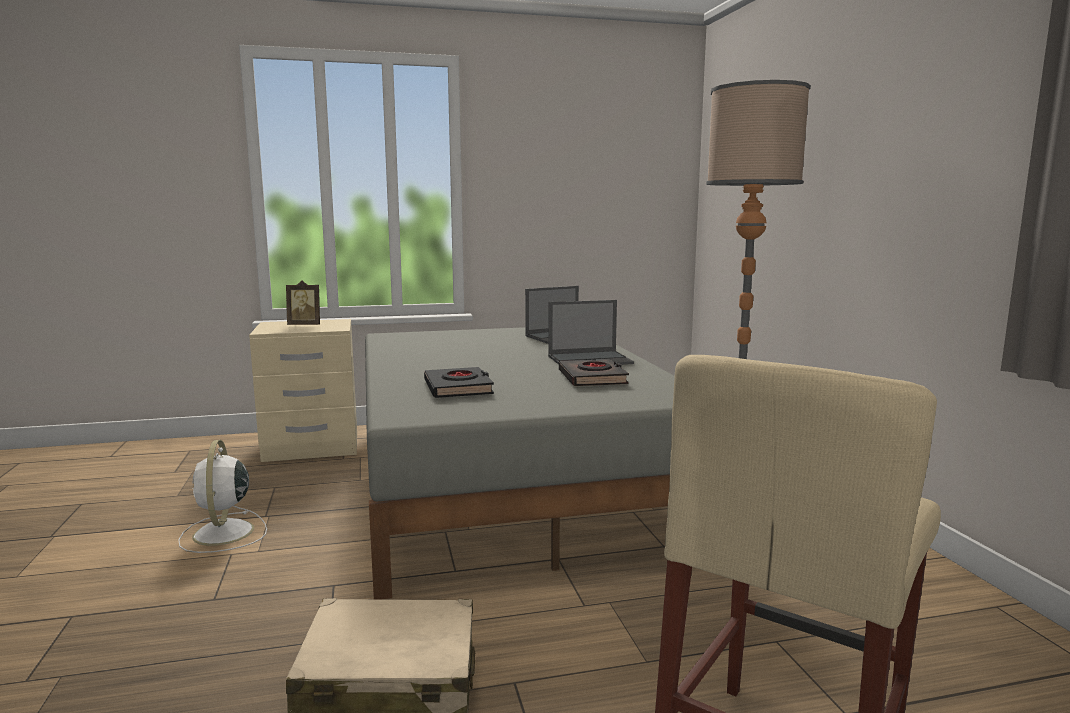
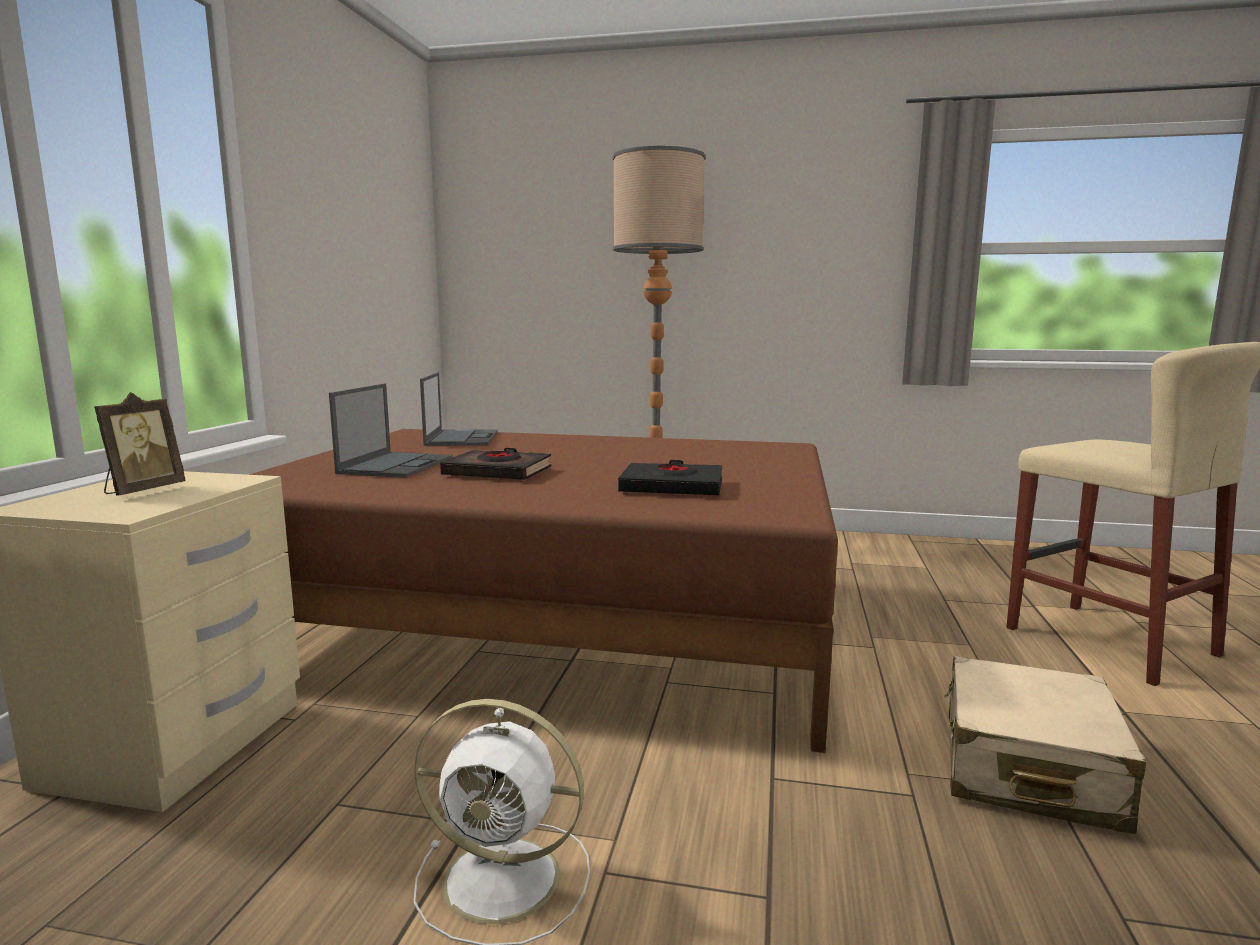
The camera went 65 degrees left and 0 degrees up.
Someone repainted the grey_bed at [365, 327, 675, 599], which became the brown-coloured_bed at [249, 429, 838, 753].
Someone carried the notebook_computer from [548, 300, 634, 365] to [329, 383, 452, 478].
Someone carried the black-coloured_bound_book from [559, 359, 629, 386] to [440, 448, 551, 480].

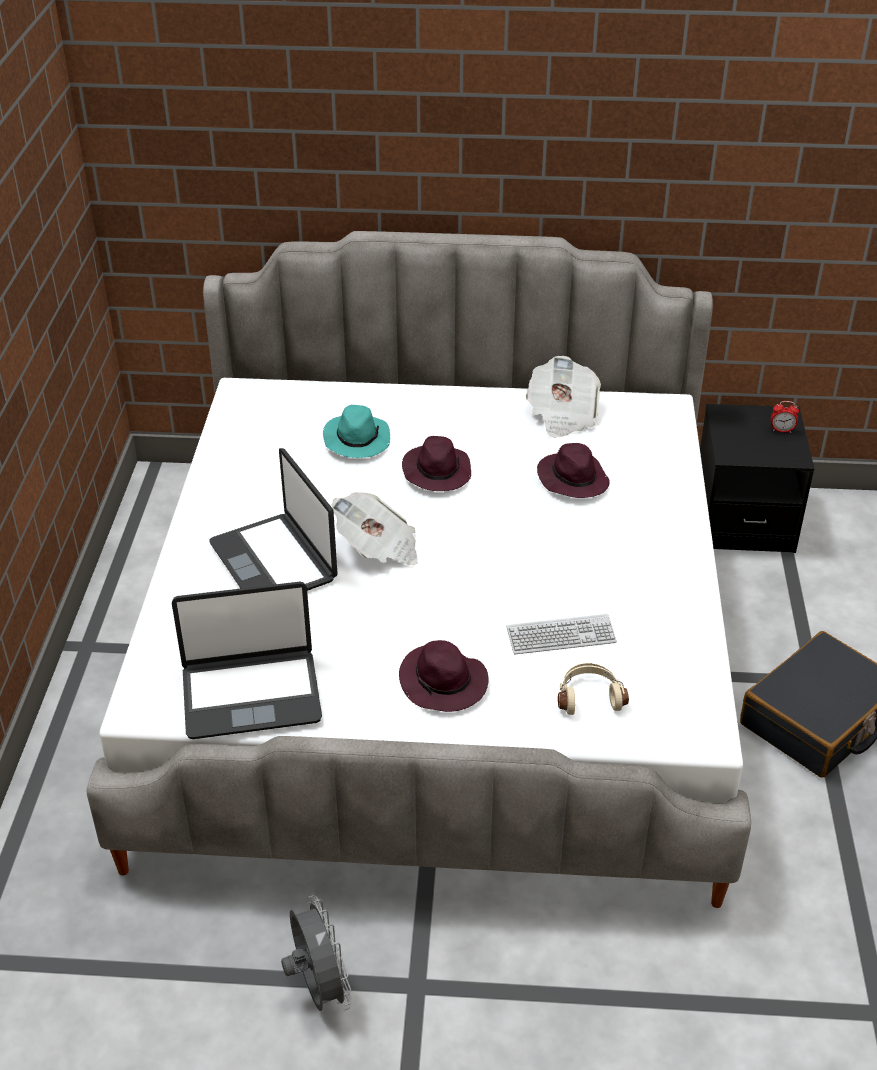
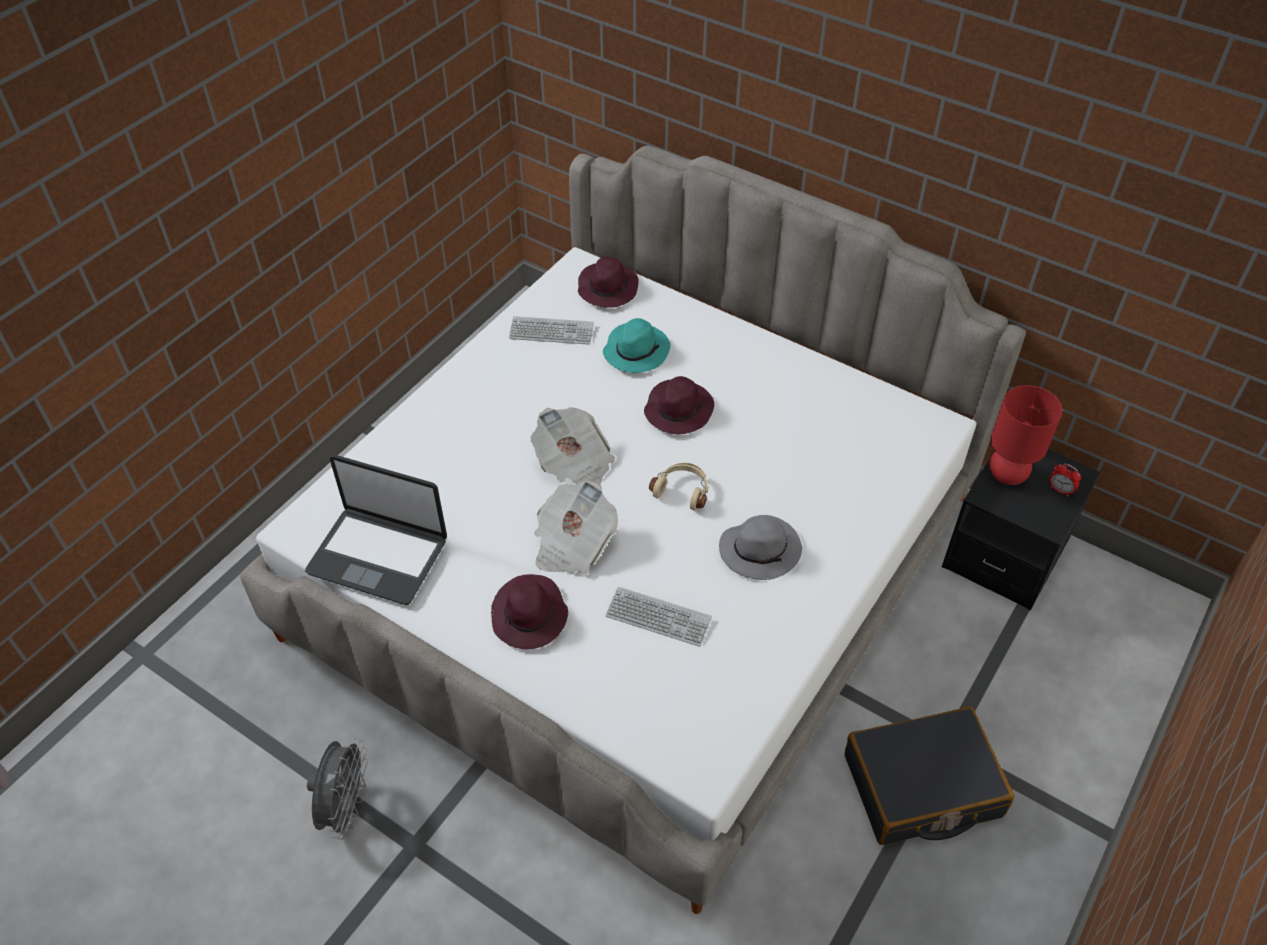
The camera went 30 degrees right and 10 degrees up.
Someone put down the computer_keyboard at [509, 316, 594, 344].
Someone carried the printed_paper from [526, 356, 601, 438] to [534, 481, 618, 575].
Someone carried the purple-coloured_wearable_hat from [537, 443, 609, 498] to [578, 256, 639, 308].
Someone carried the sand-coloured_headset from [558, 663, 629, 715] to [649, 463, 709, 511].
Someone put down the grey_wearable_hat at [719, 515, 802, 580].
Someone put down the red_lamp_for_a_table at [989, 385, 1062, 485].
Someone took away the notebook_computer at [209, 448, 337, 591].

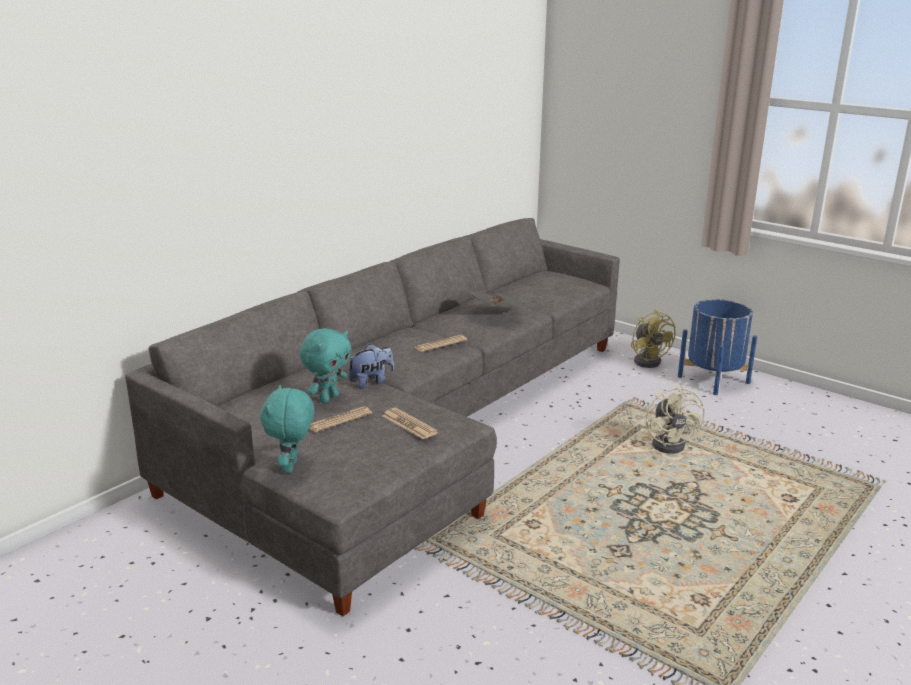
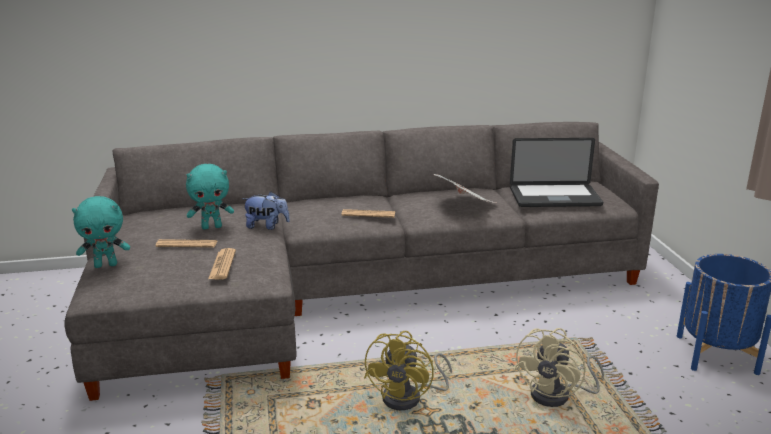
The camera went 40 degrees right and 0 degrees up.
Someone rotated the blue-green_cuddly_toy at [260, 385, 314, 473] by 150 degrees counterclockwise.
Someone carried the yellow-coloured_electric_fan from [631, 310, 675, 368] to [364, 331, 452, 410].
Someone put down the notebook_computer at [510, 138, 603, 207].

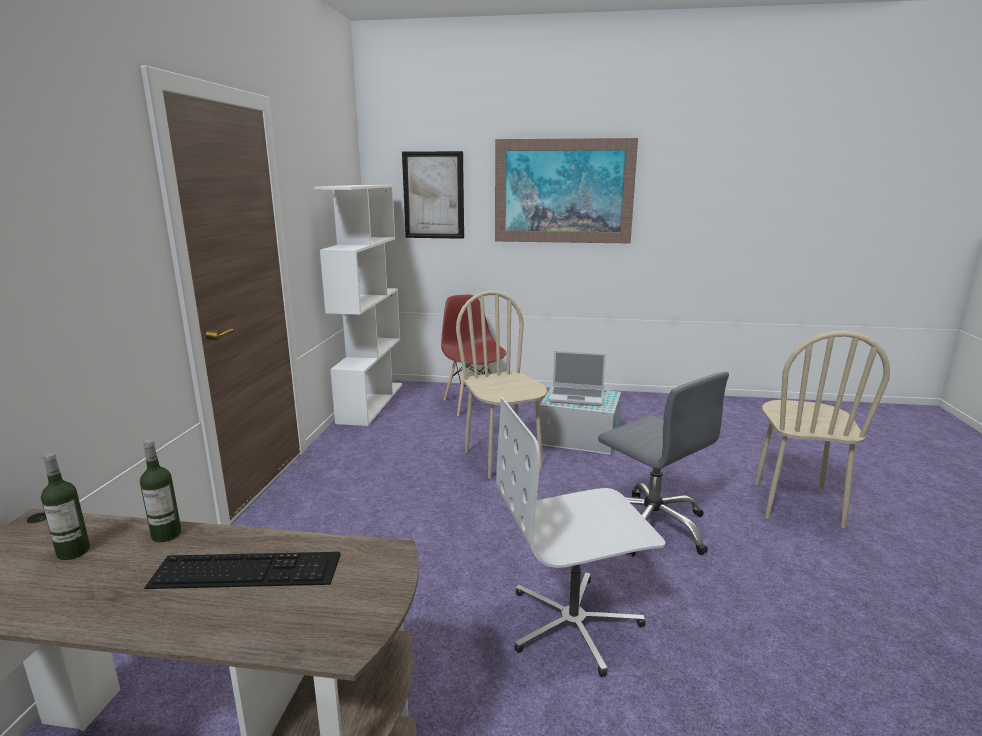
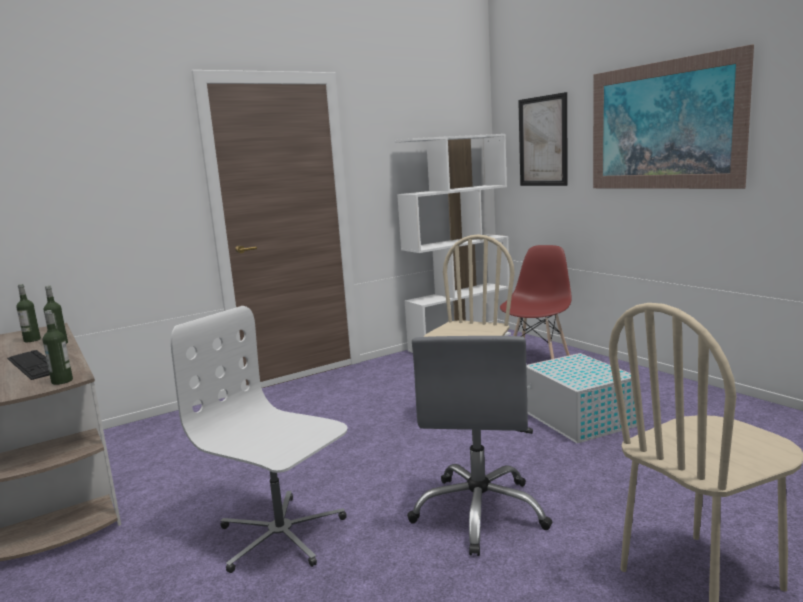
The camera went 50 degrees right and 5 degrees down.
Someone put down the bottle at [42, 310, 73, 385].
Someone took away the notebook_computer at [549, 351, 606, 406].

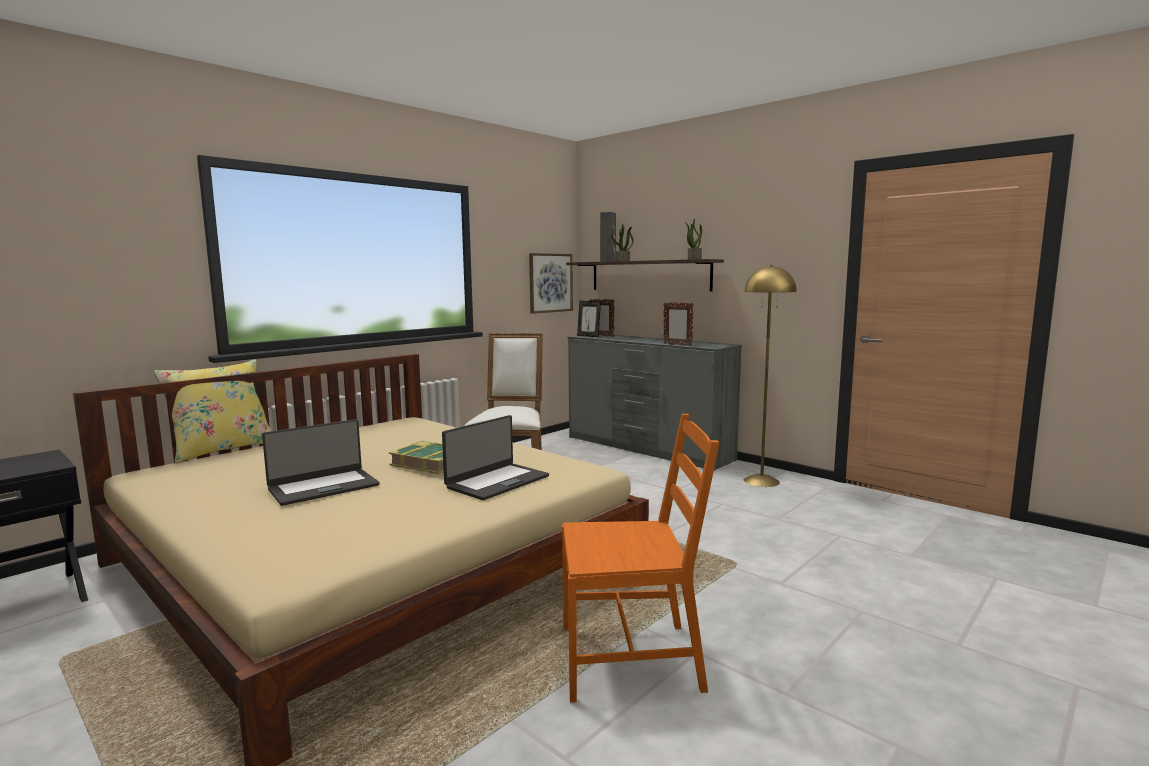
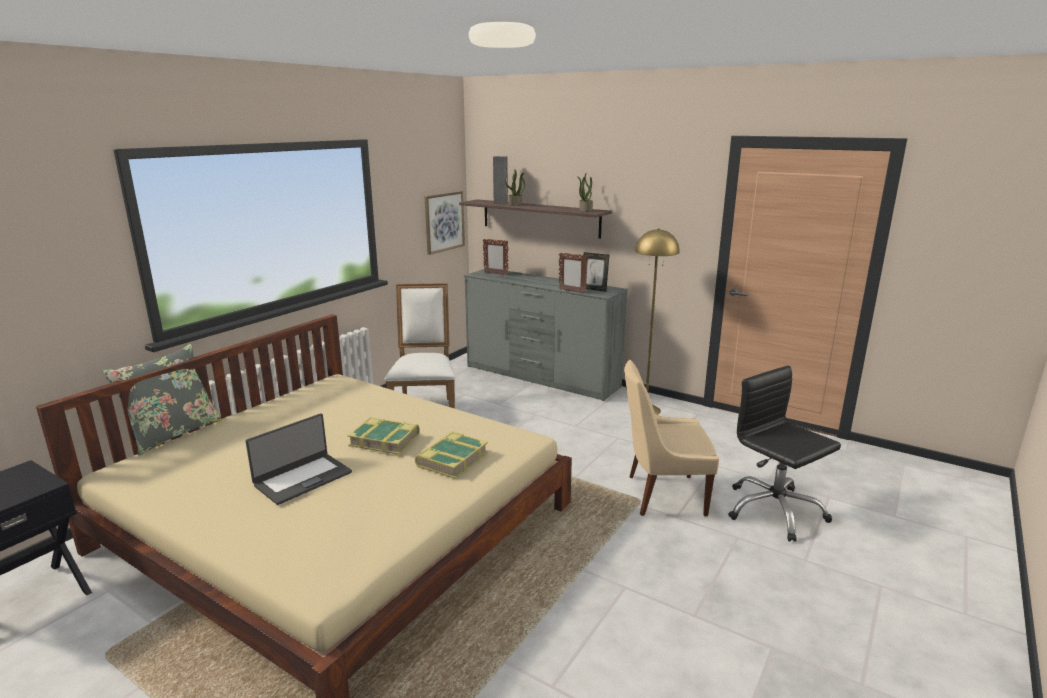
The camera went 10 degrees left and 10 degrees up.
Someone repainted the yellow-coloured_cushion at [153, 360, 271, 463], which became the grey_cushion at [103, 344, 222, 456].
Someone swapped the notebook_computer at [442, 415, 549, 500] for the bound_book at [415, 431, 488, 479].
Someone carried the photo_frame from [577, 301, 601, 337] to [583, 252, 609, 292].
Someone put down the sand-coloured_upright_chair at [624, 360, 719, 516].
Someone put down the black-coloured_office_chair at [728, 365, 841, 542].
Someone took away the orange-coloured_upright_chair at [562, 414, 720, 703].

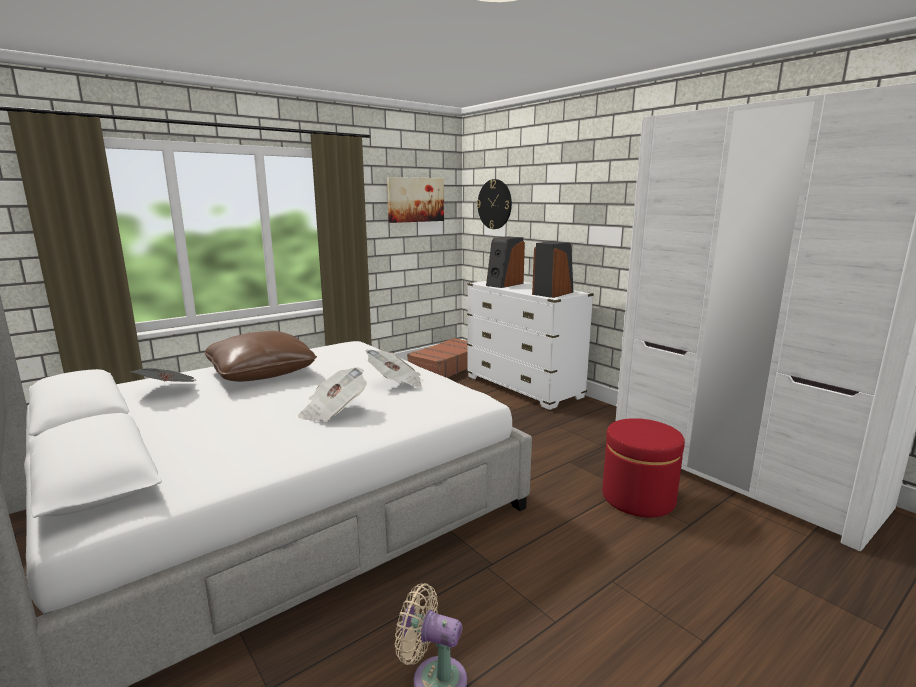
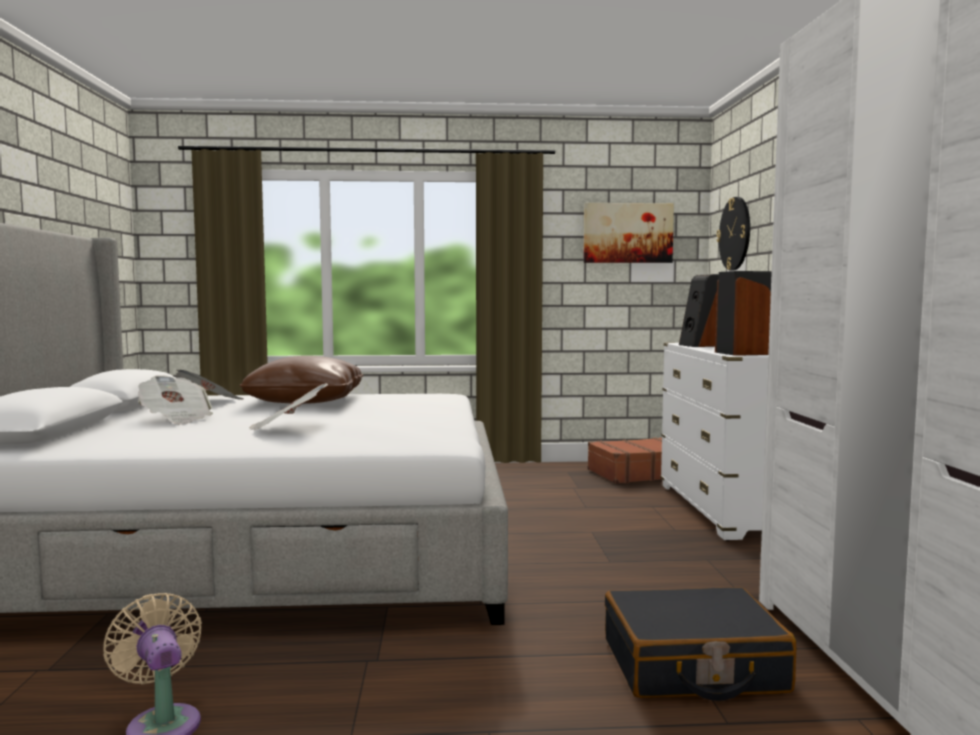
The camera went 35 degrees right and 10 degrees down.
Someone carried the printed_paper from [366, 349, 422, 388] to [138, 375, 213, 425].
Someone swapped the red_footrest at [602, 418, 685, 517] for the black-coloured_travel_case at [605, 587, 796, 701].

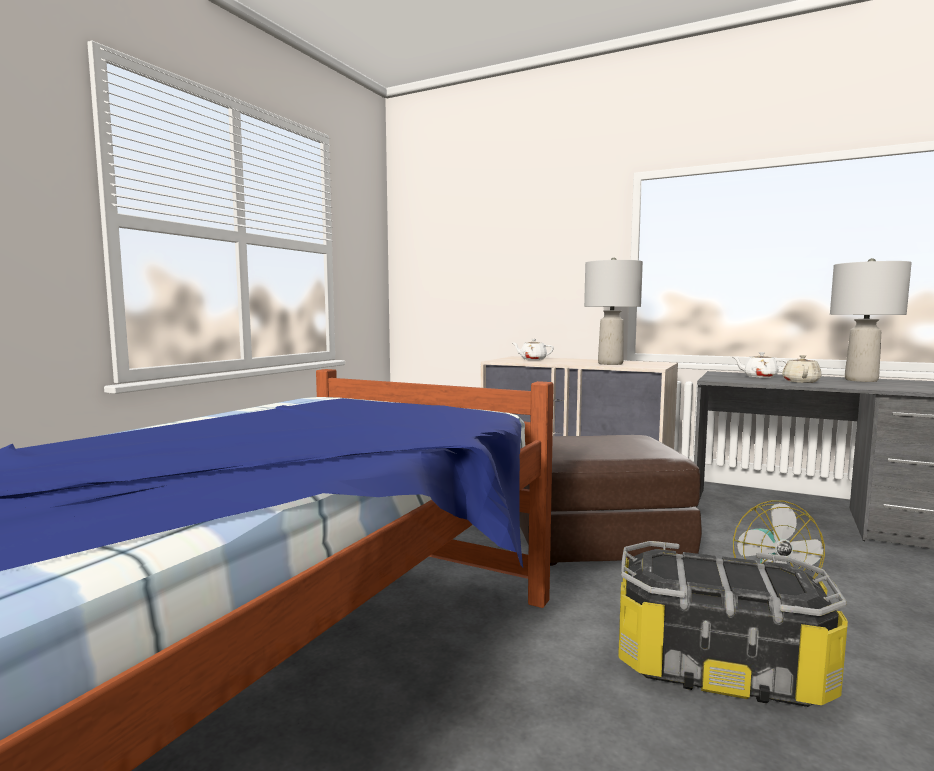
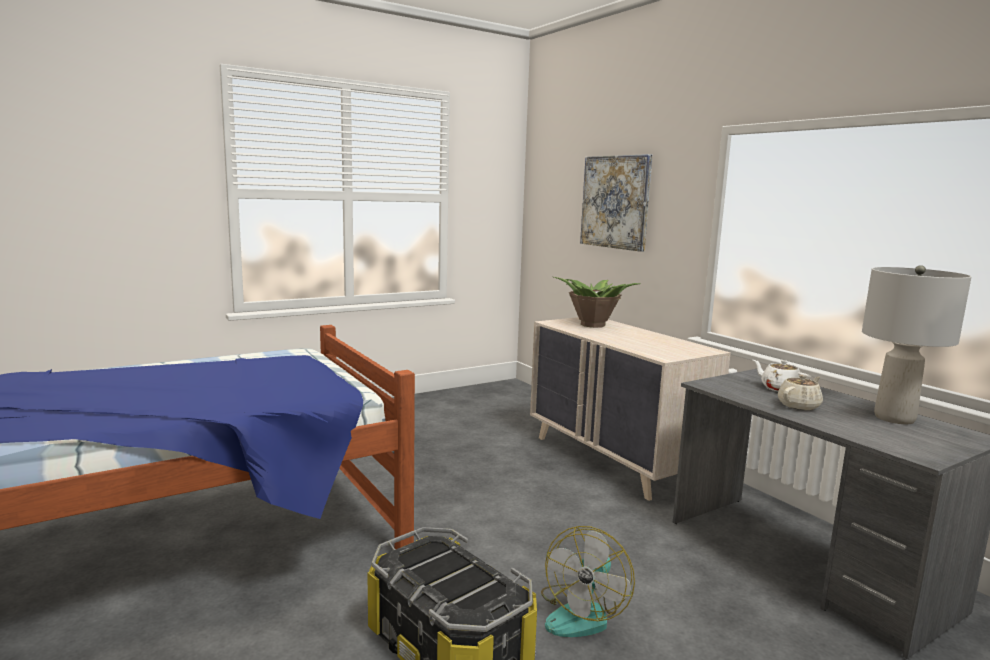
The camera went 30 degrees right and 5 degrees up.
Someone swapped the white-coloured_tea_pot at [513, 339, 554, 360] for the houseplant at [554, 277, 641, 328].
Someone put up the wall_art at [580, 154, 652, 252].
Someone took away the brown-coloured_footrest at [519, 435, 702, 566].
Someone took away the grey_lamp_for_a_table at [584, 258, 643, 365].

